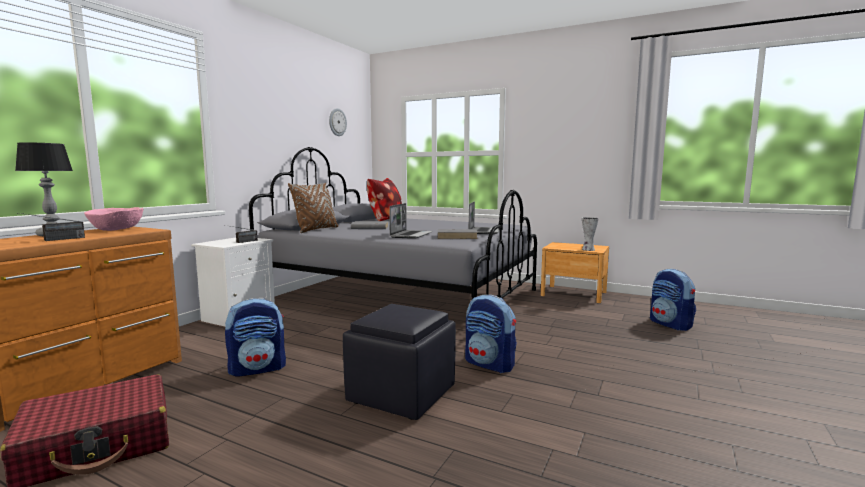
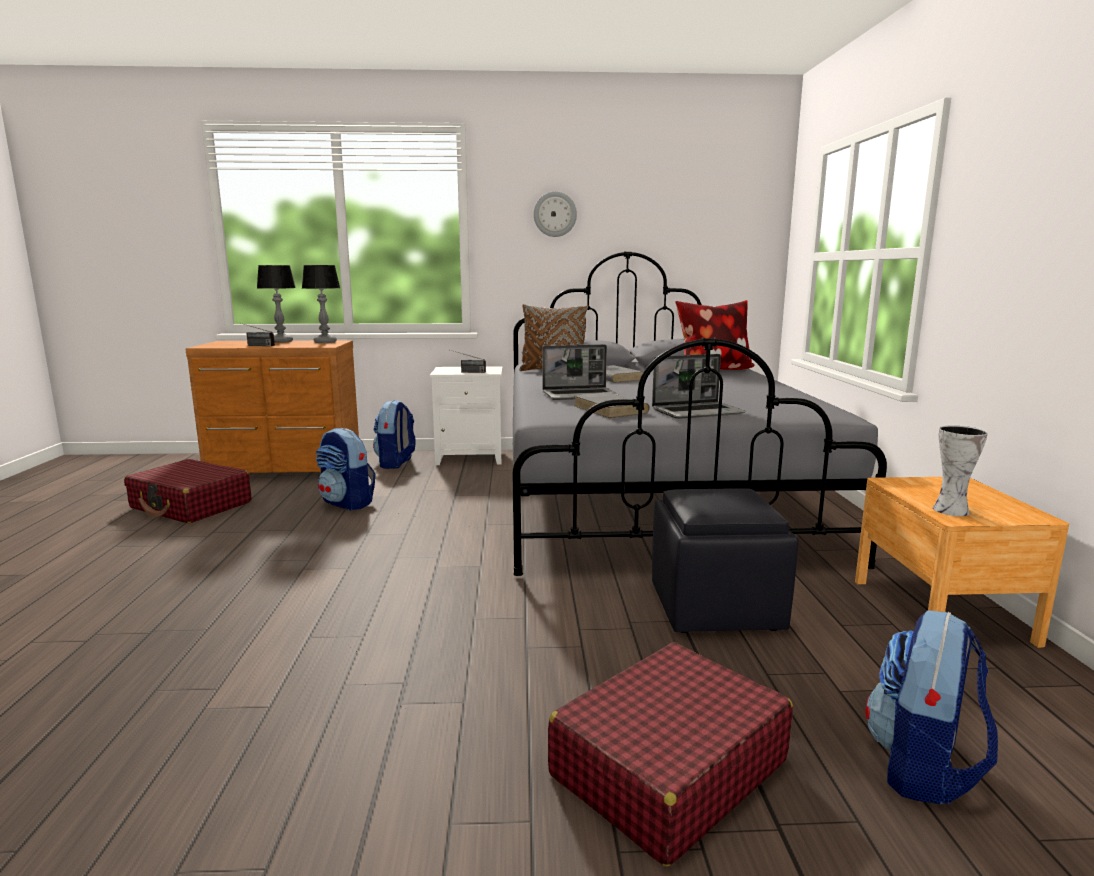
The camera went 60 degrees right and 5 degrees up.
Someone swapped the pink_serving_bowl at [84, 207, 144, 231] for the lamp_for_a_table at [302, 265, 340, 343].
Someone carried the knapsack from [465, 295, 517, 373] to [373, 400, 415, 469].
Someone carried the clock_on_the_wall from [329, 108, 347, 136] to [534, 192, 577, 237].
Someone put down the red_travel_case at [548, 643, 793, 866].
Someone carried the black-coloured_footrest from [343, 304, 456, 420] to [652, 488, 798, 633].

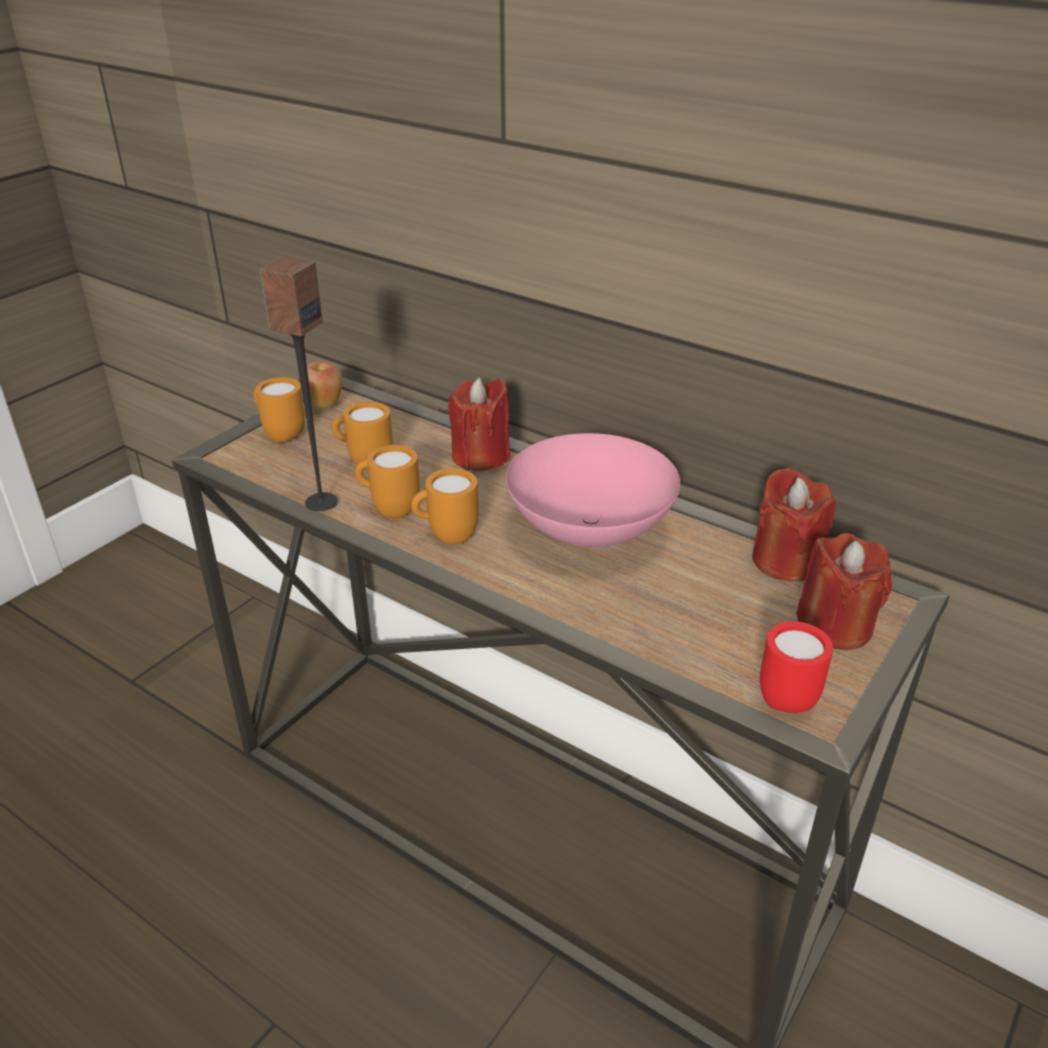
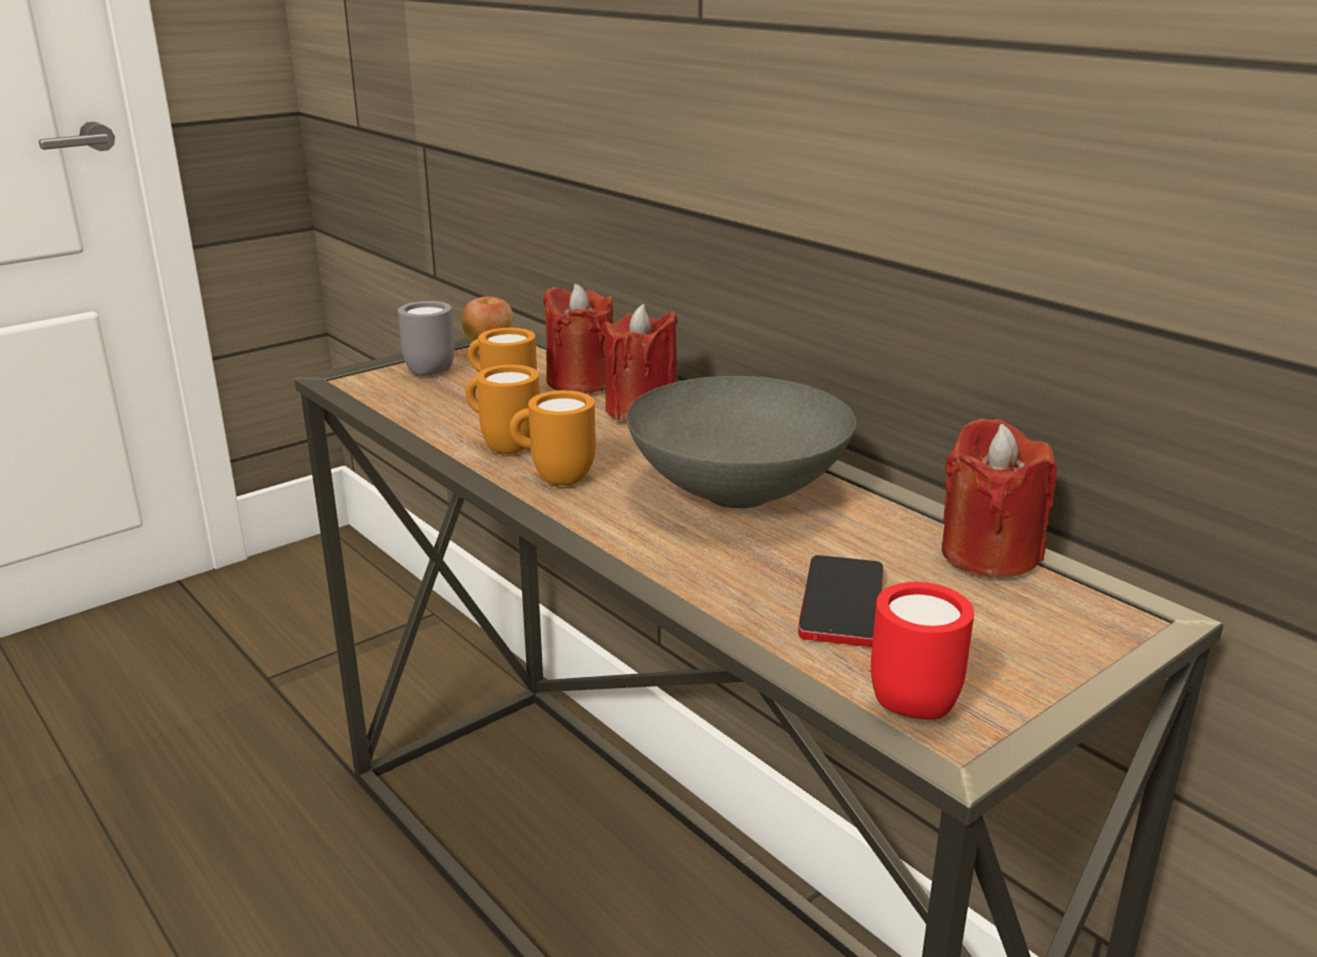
The camera went 15 degrees right and 10 degrees down.
Someone repainted the orange-coloured_mug at [254, 377, 305, 443], which became the grey_mug at [398, 301, 455, 376].
Someone carried the red_candle from [796, 533, 892, 650] to [543, 284, 613, 394].
Someone repainted the pink_serving_bowl at [506, 433, 680, 547], which became the grey_serving_bowl at [626, 376, 856, 508].
Someone put down the telephone at [798, 555, 883, 647].
Someone took away the speaker at [260, 256, 338, 511].

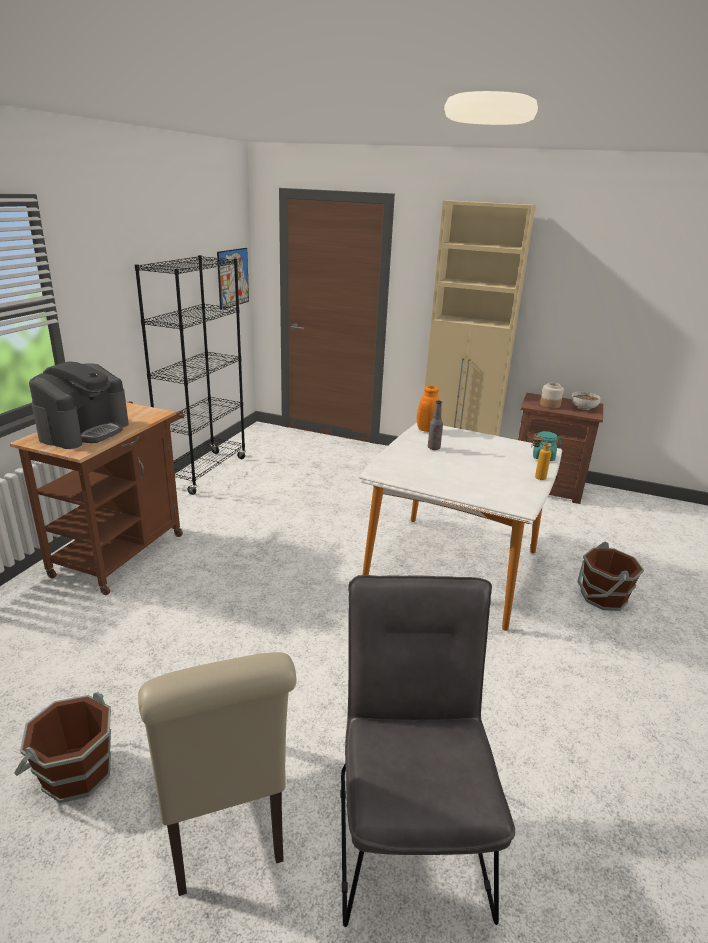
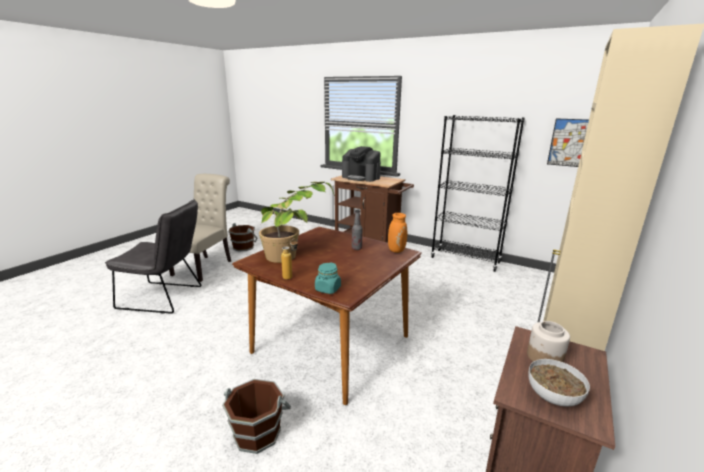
The camera went 100 degrees right and 5 degrees down.
Someone rotated the sand-coloured_upright_chair at [138, 652, 296, 896] by 120 degrees clockwise.
Someone repainted the white-coloured_kitchen_table at [359, 423, 562, 631], which became the brown-coloured_kitchen_table at [232, 227, 422, 405].
Someone put down the houseplant at [259, 182, 335, 263].

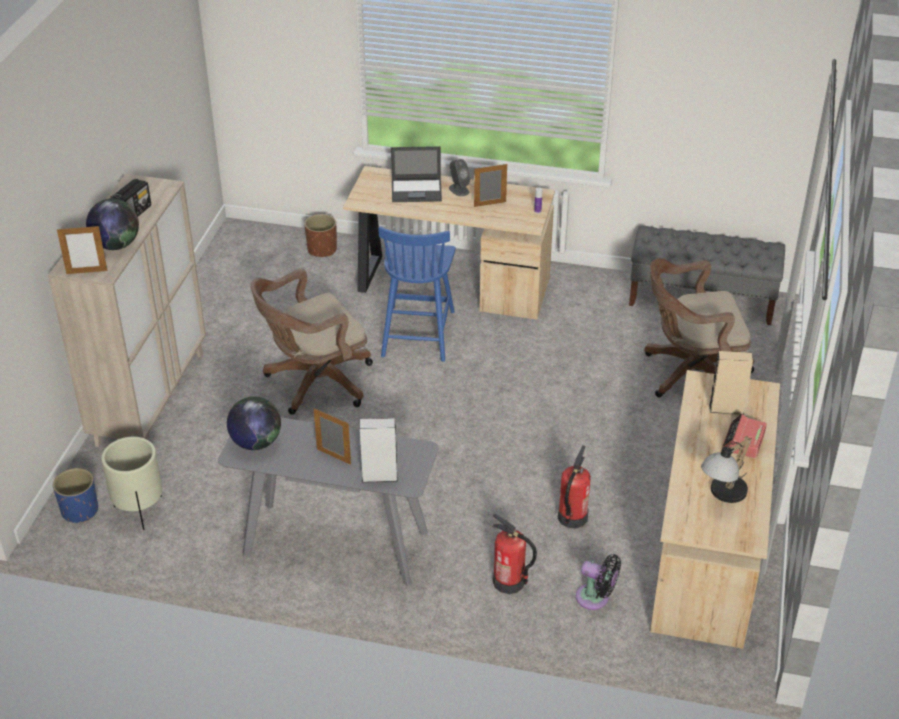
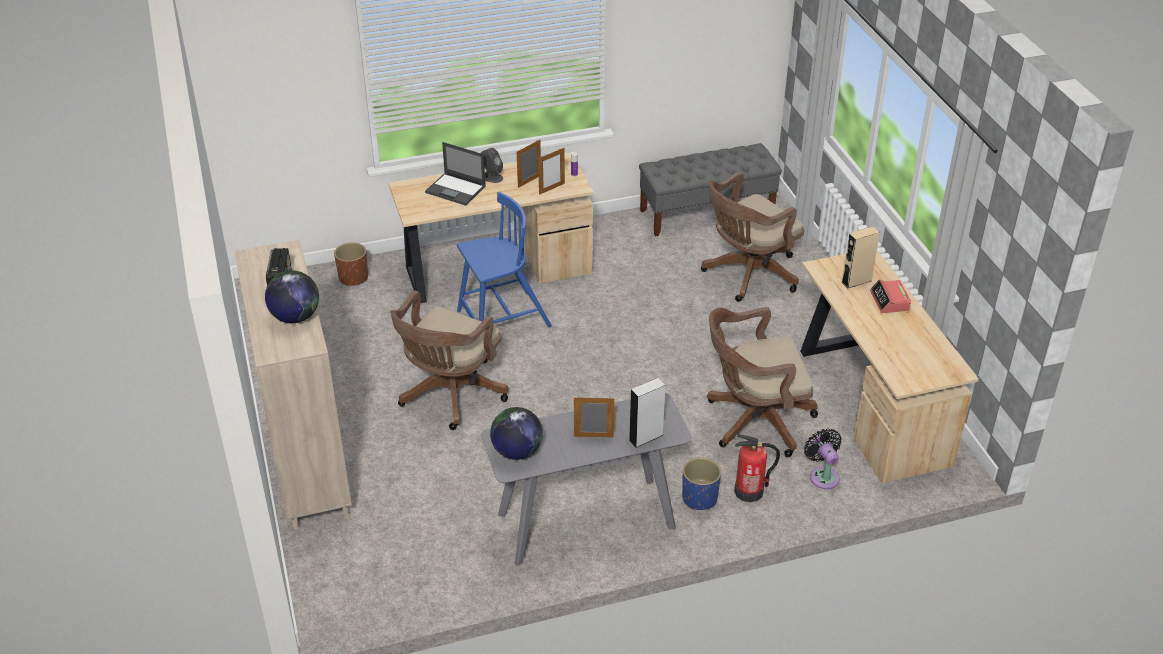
The camera went 30 degrees left and 0 degrees up.
Someone rotated the notebook_computer at [391, 146, 442, 202] by 60 degrees clockwise.
Someone rotated the bluish_upright_chair at [378, 226, 456, 361] by 90 degrees counterclockwise.
Someone carried the photo_frame from [57, 225, 107, 274] to [538, 148, 565, 195].
Someone carried the bluish_plant_pot from [53, 468, 98, 523] to [682, 457, 721, 510].
Someone swapped the fire-fighting_cylinder at [558, 446, 591, 529] for the brown-coloured_office_chair at [707, 307, 818, 457].
Someone rotated the black-coloured_electric_fan at [576, 554, 621, 610] by 105 degrees counterclockwise.
Someone took away the sand-coloured_plant_pot at [101, 437, 163, 530].
Someone took away the lamp_for_a_table at [701, 436, 752, 503].

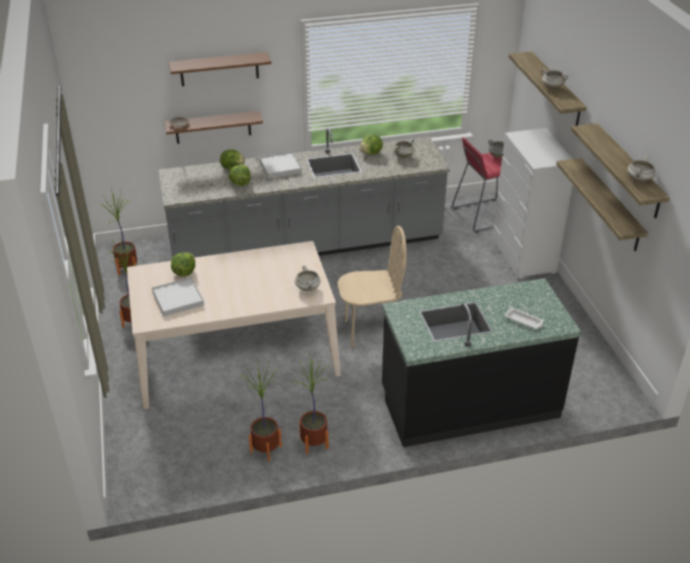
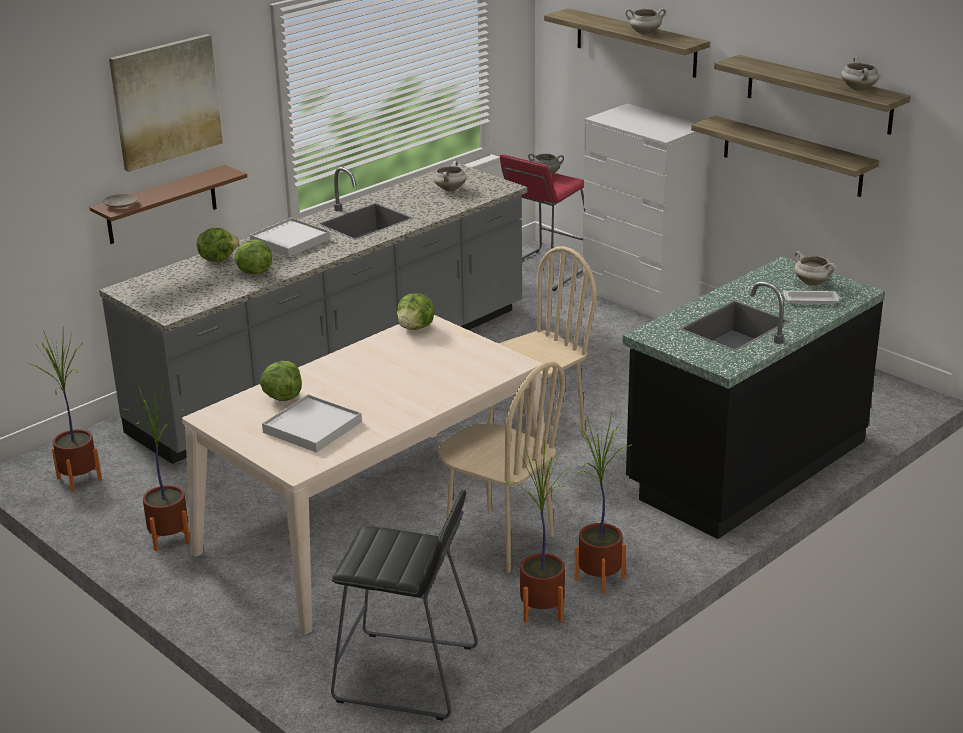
The camera went 30 degrees left and 10 degrees down.
Someone swapped the brown-coloured_bracket_shelf at [169, 52, 271, 86] for the wall_art at [109, 34, 223, 172].
Someone put down the black-coloured_sitting_stool at [331, 490, 478, 721].
Someone carried the lettuce from [359, 134, 383, 155] to [397, 293, 434, 330].
Someone put down the sand-coloured_upright_chair at [438, 361, 565, 573].
Someone carried the white-coloured_stockpot from [295, 265, 321, 291] to [794, 251, 835, 286].

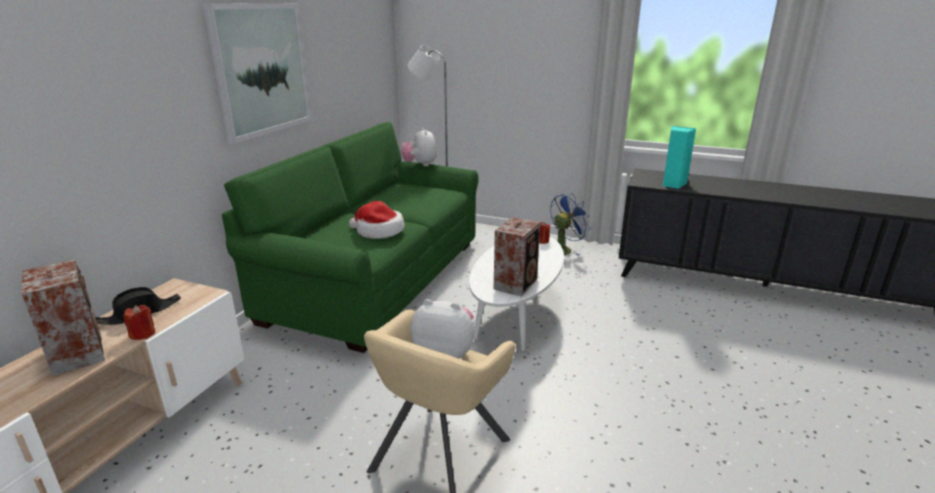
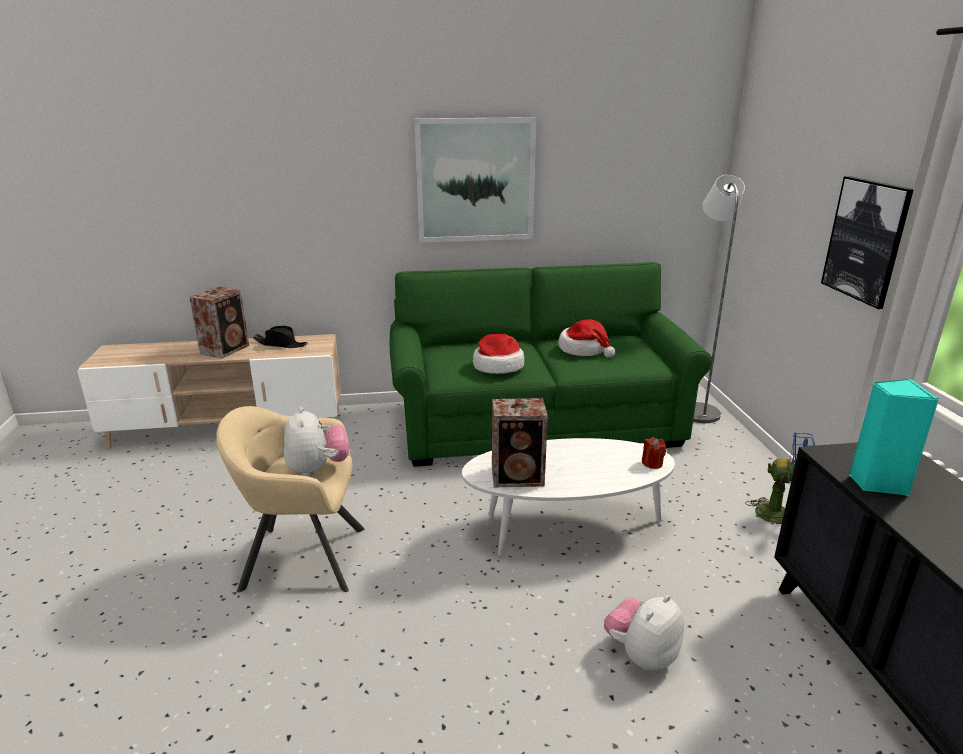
The camera went 60 degrees right and 0 degrees up.
Someone put down the wearable_hat at [558, 320, 615, 358].
Someone carried the cuddly_toy from [401, 128, 437, 166] to [604, 595, 684, 670].
Someone put up the wall_art at [821, 176, 914, 309].
Someone took away the red_candle at [123, 305, 155, 340].

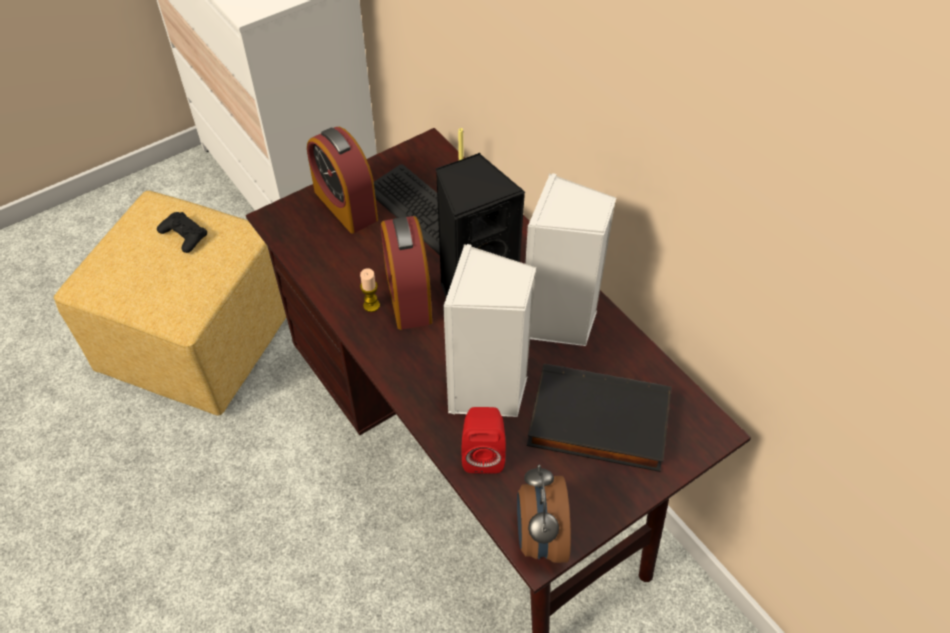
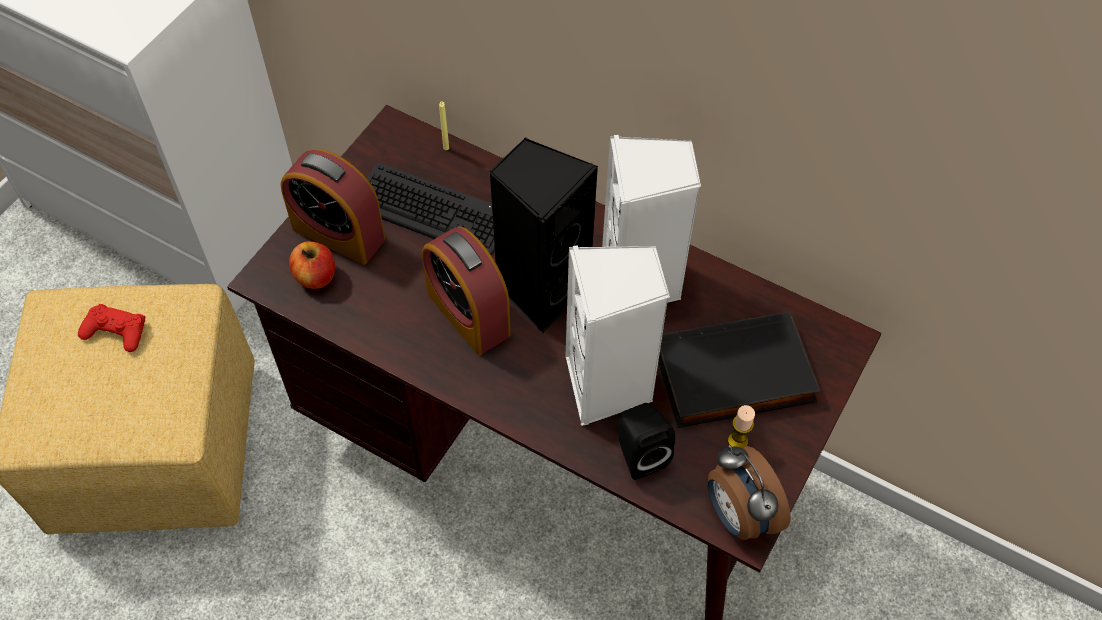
The camera went 25 degrees left and 5 degrees up.
Someone repainted the black-coloured_game_controller at [157, 212, 207, 253], which became the red_game_controller at [78, 304, 145, 352].
Someone put down the whole_apple at [289, 241, 335, 289].
Someone repainted the red_speaker at [462, 407, 506, 474], which became the black-coloured_speaker at [618, 403, 675, 480].
Someone carried the candle from [360, 268, 380, 312] to [728, 405, 755, 448].

